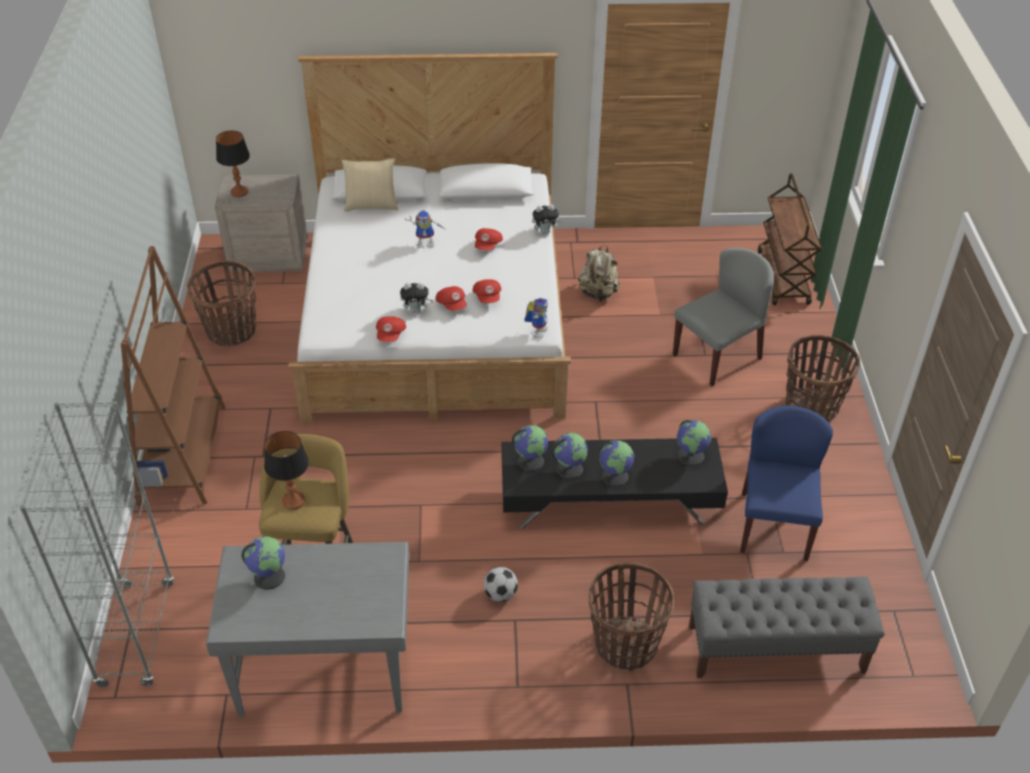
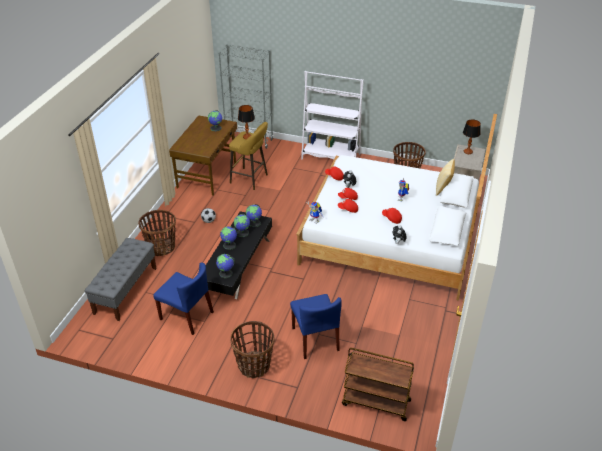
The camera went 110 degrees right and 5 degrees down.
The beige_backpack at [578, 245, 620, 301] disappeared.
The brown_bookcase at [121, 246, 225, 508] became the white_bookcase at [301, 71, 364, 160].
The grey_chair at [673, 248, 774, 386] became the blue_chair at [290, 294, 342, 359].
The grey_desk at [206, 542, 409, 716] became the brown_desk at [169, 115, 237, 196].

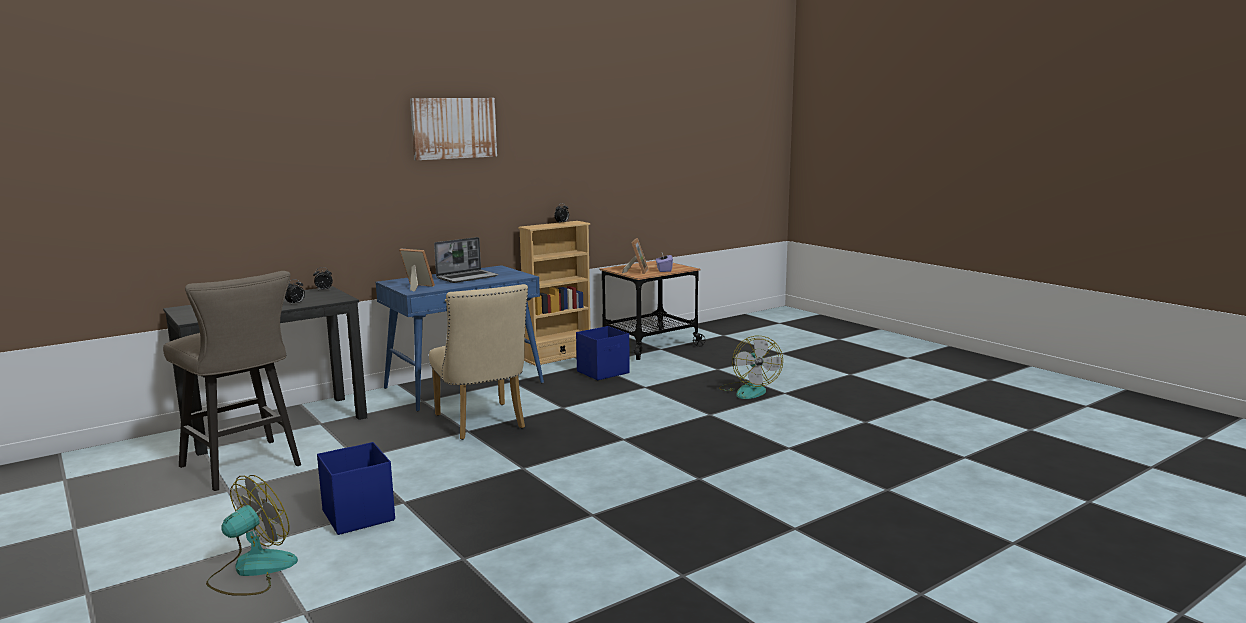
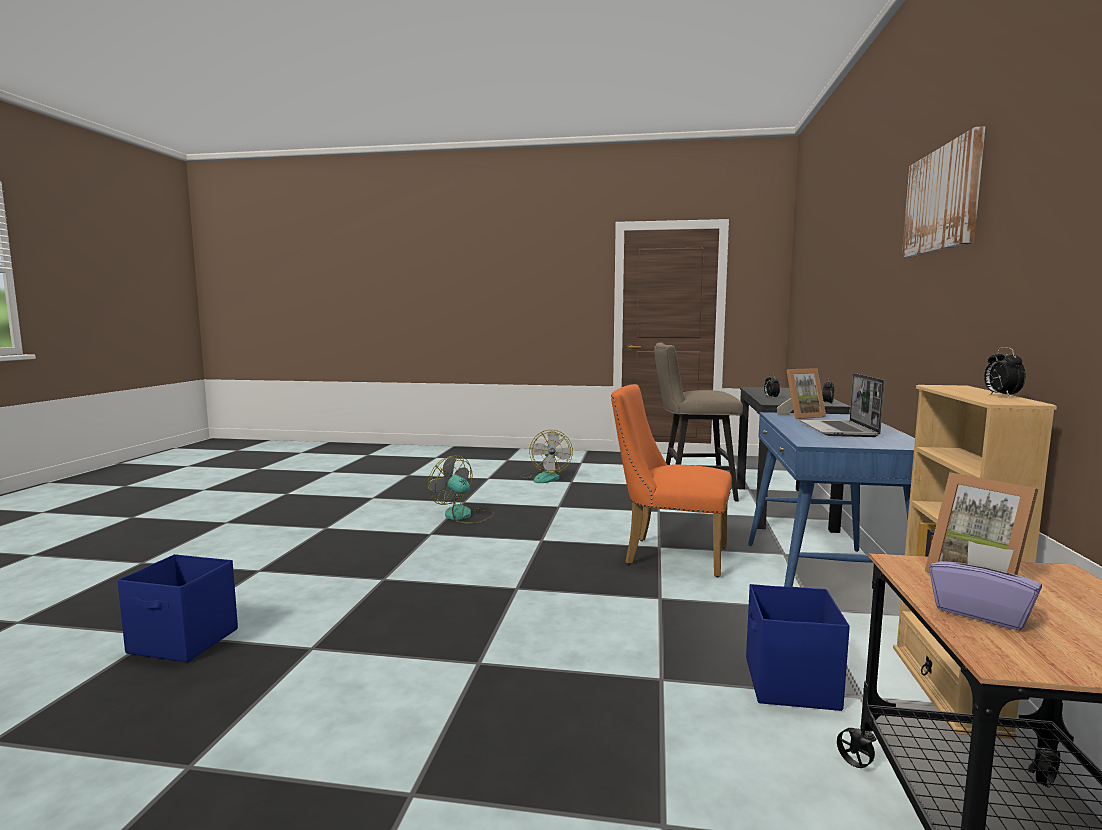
The camera went 135 degrees right and 5 degrees down.
The beige_chair at [429, 284, 528, 440] became the orange_chair at [611, 384, 732, 577].
The fan moved from [719, 336, 783, 399] to [428, 455, 494, 524].
The blue_storage_box moved from [317, 442, 395, 535] to [117, 554, 238, 662].

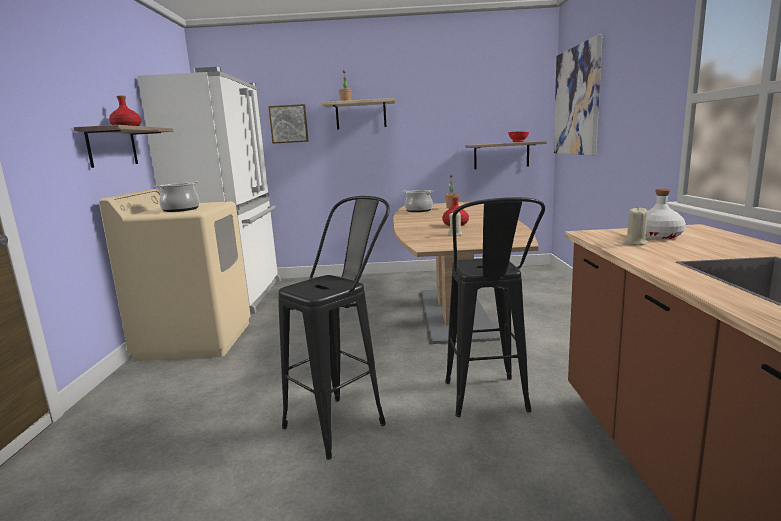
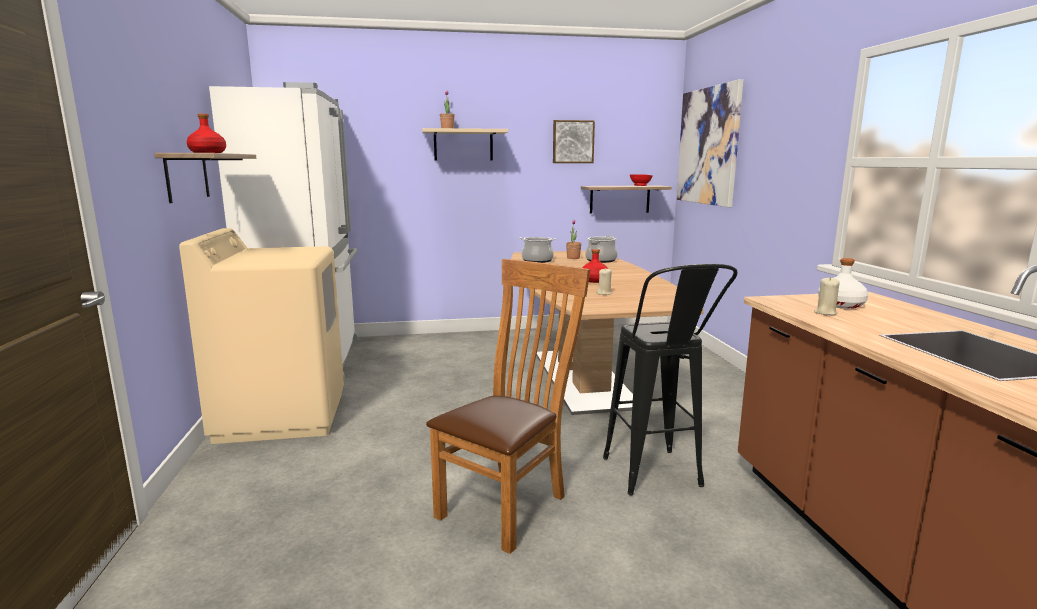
The camera went 10 degrees left and 0 degrees up.
The picture moved from [268, 104, 309, 144] to [553, 120, 595, 163].
The cooking_pot moved from [154, 182, 200, 212] to [585, 236, 618, 263].
The black_stool at [278, 196, 390, 460] was replaced by the brown_chair at [426, 259, 590, 554].

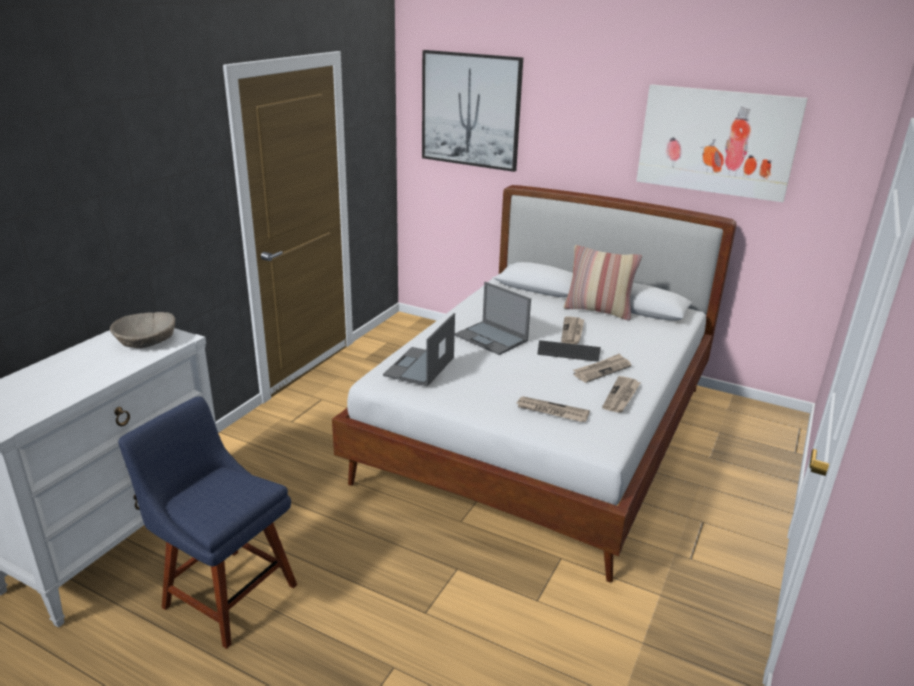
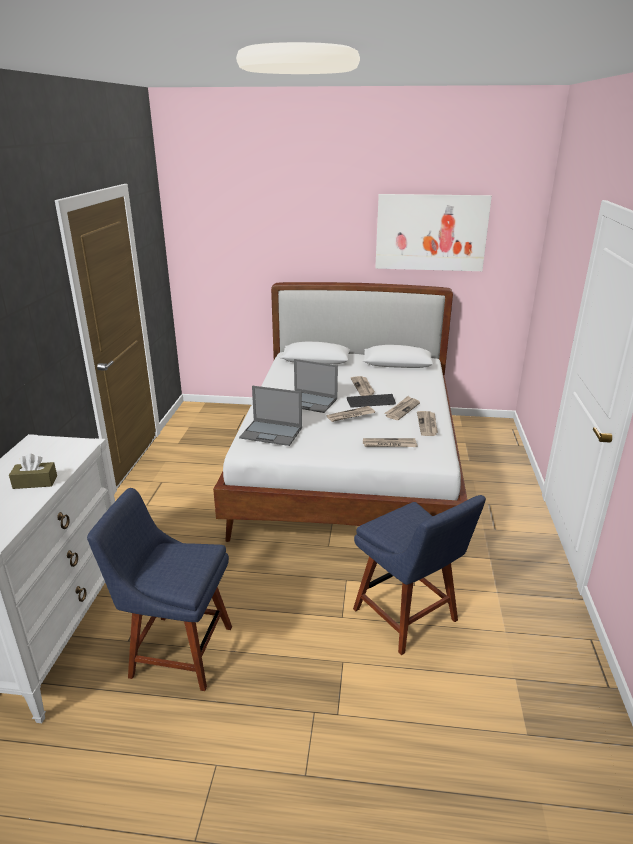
The camera went 20 degrees left and 0 degrees up.
The picture at [422, 50, 523, 172] disappeared.
The pillow at [564, 245, 642, 320] disappeared.
The beige_bowl at [110, 312, 175, 348] disappeared.
The laptop at [383, 313, 455, 386] turned 75 degrees counterclockwise.
The newspaper at [326, 406, 375, 422] appeared.
The brown_tissue_box at [9, 453, 57, 489] appeared.
The blue_chair at [353, 495, 486, 655] appeared.

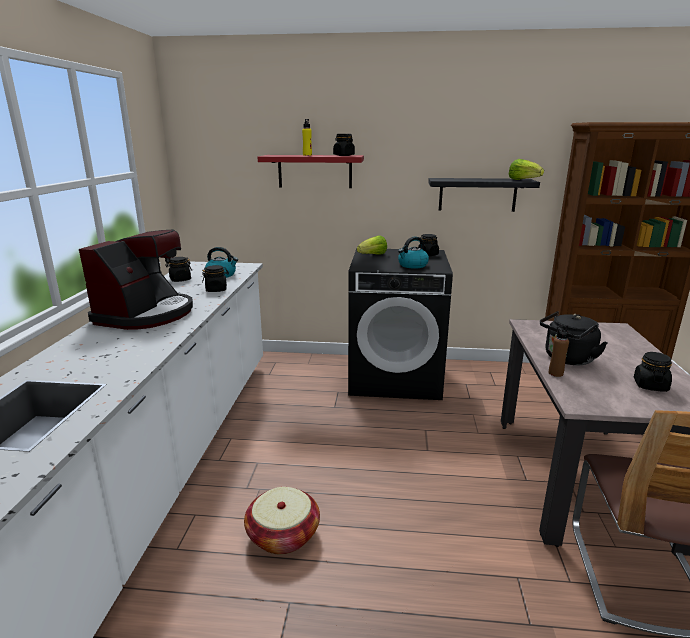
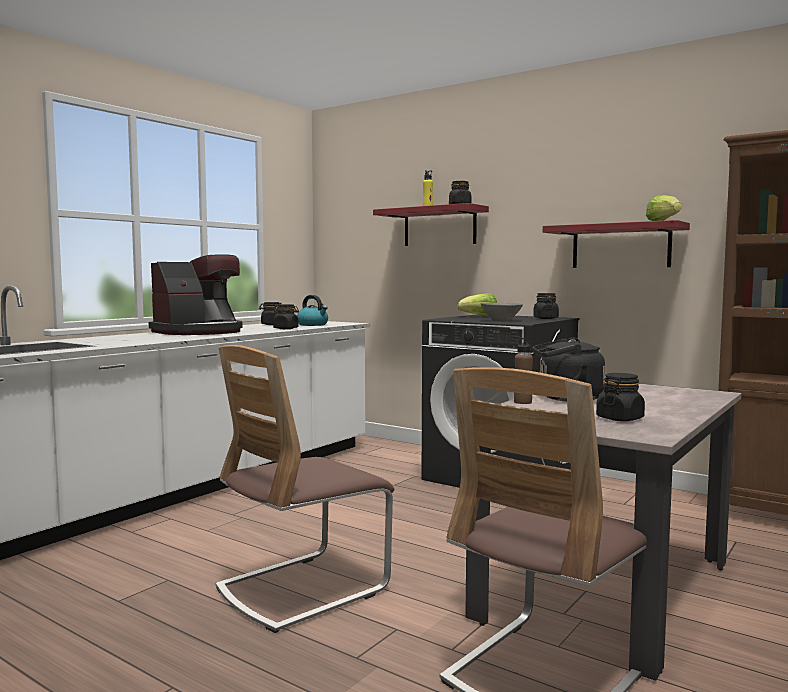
The camera went 30 degrees right and 15 degrees down.
The black_shelf at [428, 178, 540, 212] became the red_shelf at [543, 220, 690, 268].
The kettle at [398, 236, 429, 269] was replaced by the grey_bowl at [481, 303, 523, 321].
The basket at [244, 487, 320, 555] disappeared.
The chair at [215, 345, 394, 633] appeared.

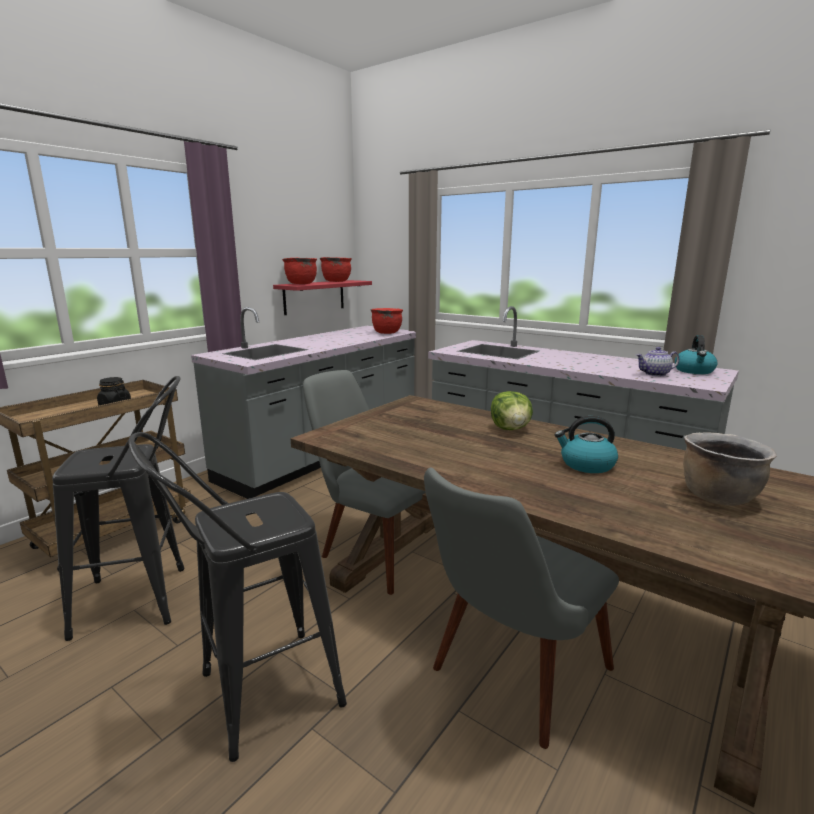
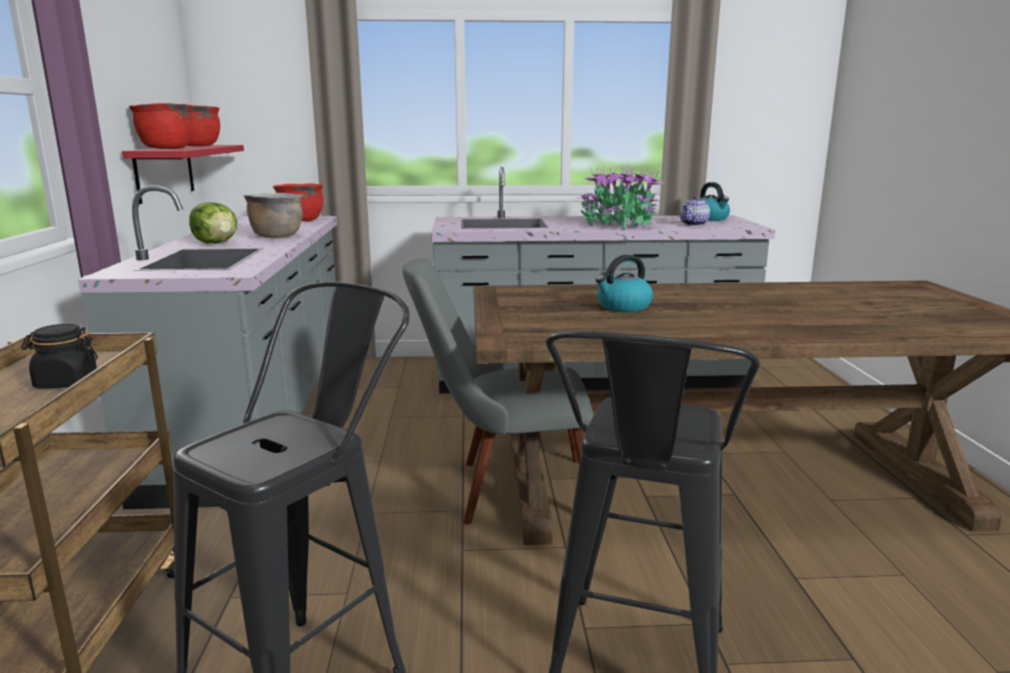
The camera went 40 degrees left and 0 degrees up.
The lettuce moved from [491, 391, 533, 430] to [189, 202, 237, 244].
The kettle moved from [555, 416, 618, 473] to [595, 255, 653, 312].
The brown_cooking_pot moved from [683, 432, 777, 506] to [244, 193, 303, 238].
The grey_chair at [424, 468, 619, 749] disappeared.
The potted_plant at [577, 166, 664, 229] appeared.

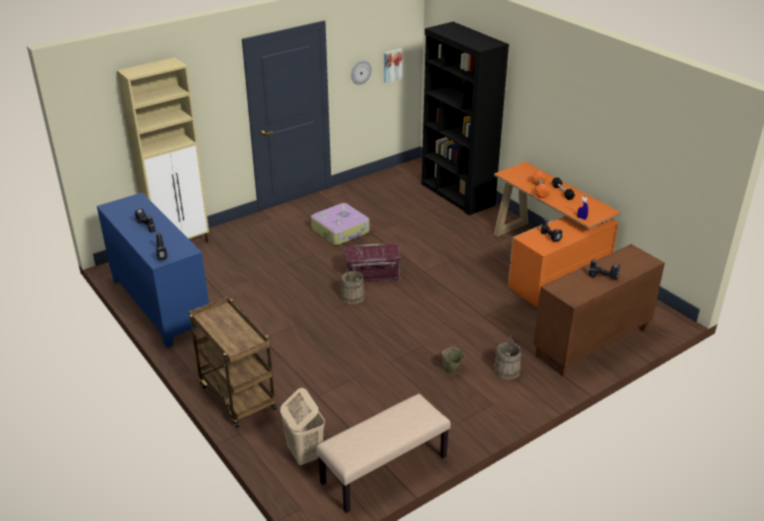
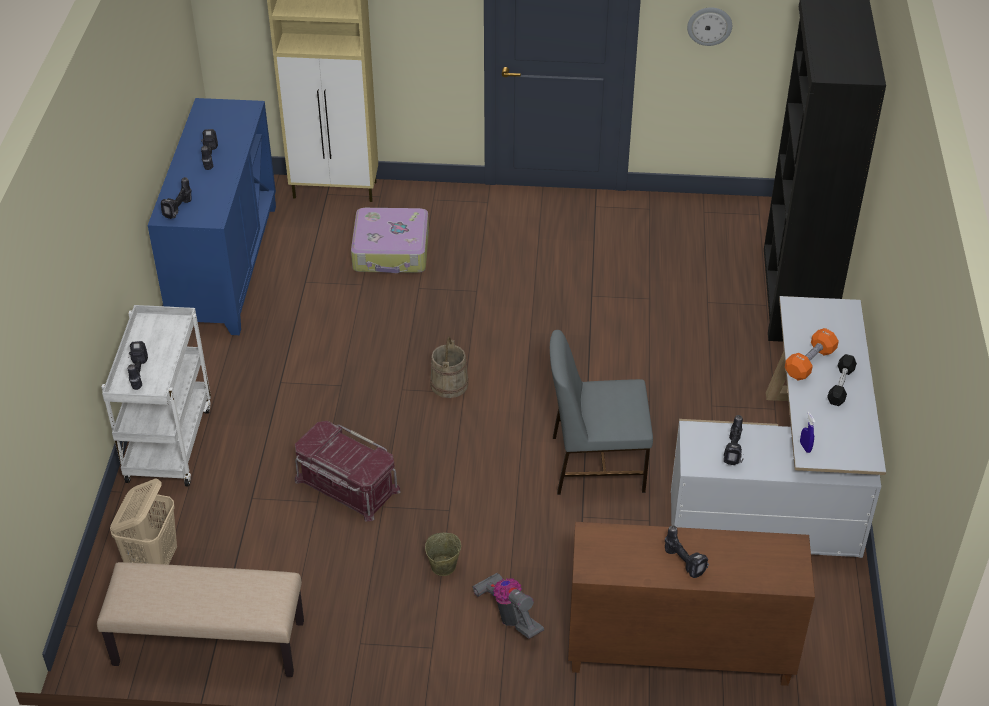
The camera went 40 degrees right and 10 degrees up.
The picture at [384, 48, 402, 83] disappeared.
The orange_desk at [494, 162, 621, 307] became the white_desk at [671, 296, 886, 558].
The suitcase moved from [311, 203, 370, 245] to [351, 208, 429, 273].
The red_storage_box moved from [344, 243, 402, 282] to [295, 421, 401, 522].
The brown_cart at [189, 297, 277, 428] became the white_cart at [101, 305, 211, 486].
The beige_bucket at [494, 336, 521, 380] was replaced by the vacuum_cleaner at [472, 572, 544, 639].
The grey_chair at [550, 330, 653, 495] appeared.
The power_drill at [128, 341, 148, 390] appeared.

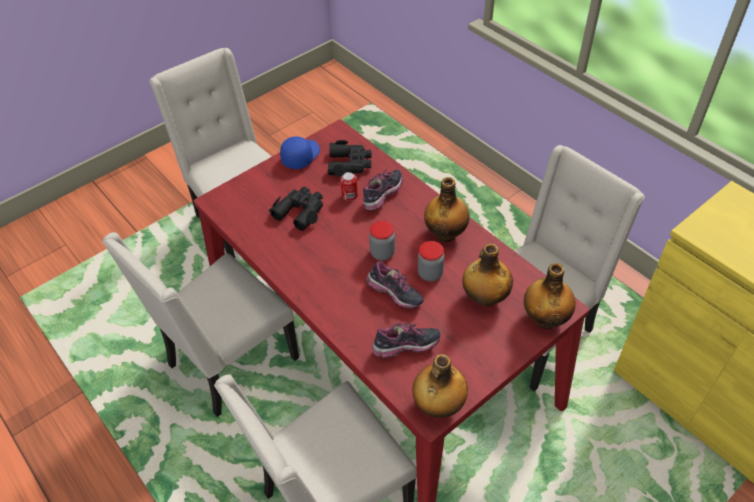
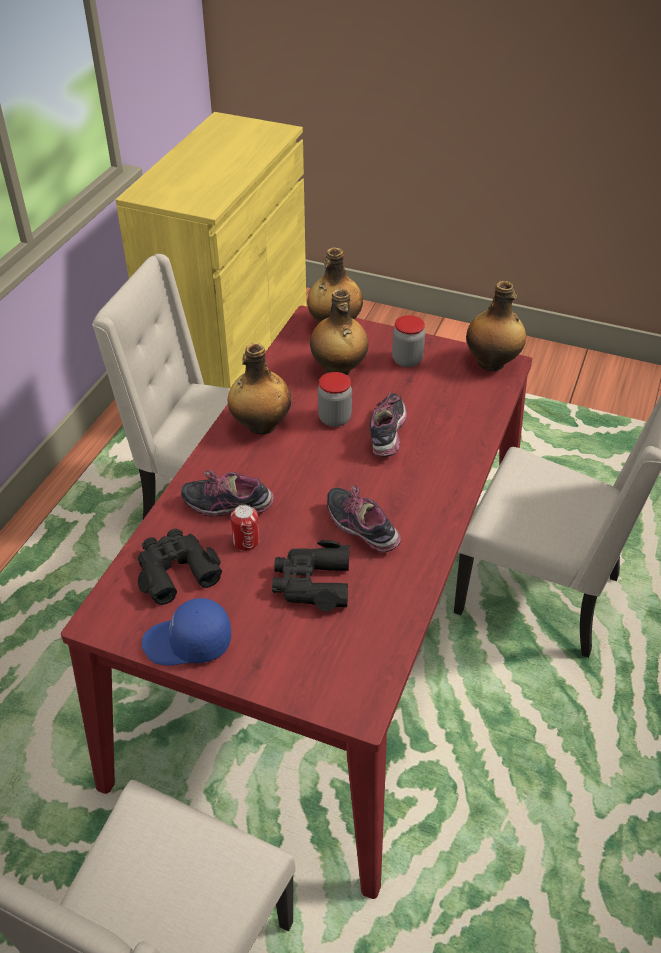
The camera went 120 degrees left and 5 degrees down.
The jar moved from [369, 221, 395, 261] to [392, 315, 425, 367].
The beige_chair at [103, 232, 299, 417] disappeared.
The shoe moved from [372, 323, 440, 358] to [327, 485, 401, 552].

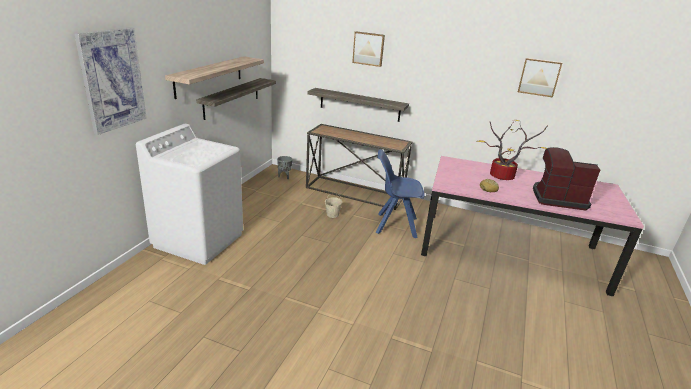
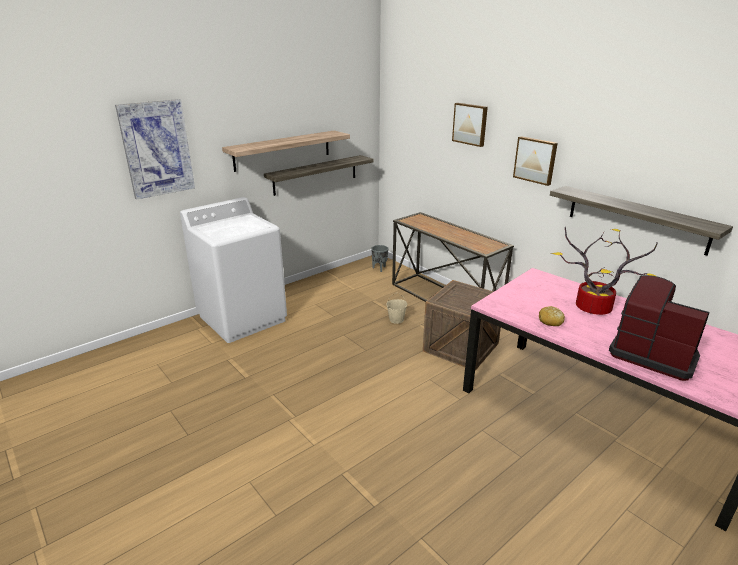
The camera went 30 degrees right and 0 degrees up.
The picture moved from [518, 58, 562, 97] to [513, 136, 558, 186].
The shelf moved from [307, 88, 409, 122] to [550, 186, 733, 256].
The blue_chair at [376, 149, 425, 238] was replaced by the crate at [423, 280, 501, 371].

